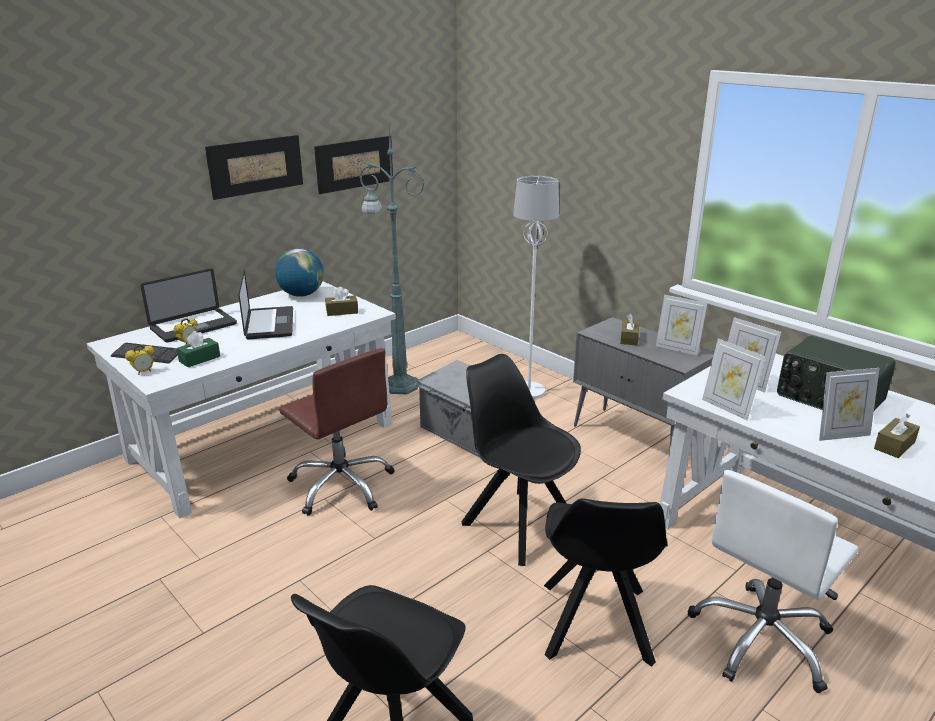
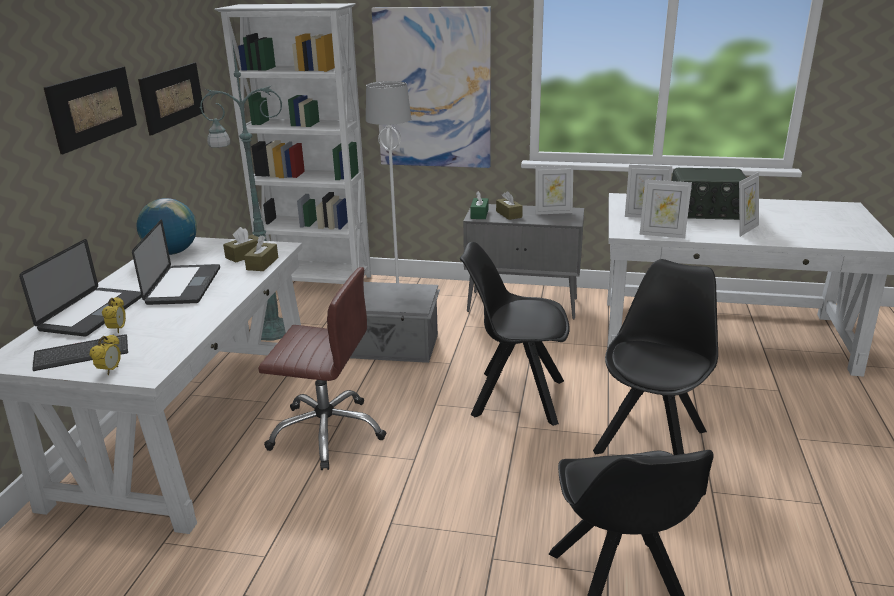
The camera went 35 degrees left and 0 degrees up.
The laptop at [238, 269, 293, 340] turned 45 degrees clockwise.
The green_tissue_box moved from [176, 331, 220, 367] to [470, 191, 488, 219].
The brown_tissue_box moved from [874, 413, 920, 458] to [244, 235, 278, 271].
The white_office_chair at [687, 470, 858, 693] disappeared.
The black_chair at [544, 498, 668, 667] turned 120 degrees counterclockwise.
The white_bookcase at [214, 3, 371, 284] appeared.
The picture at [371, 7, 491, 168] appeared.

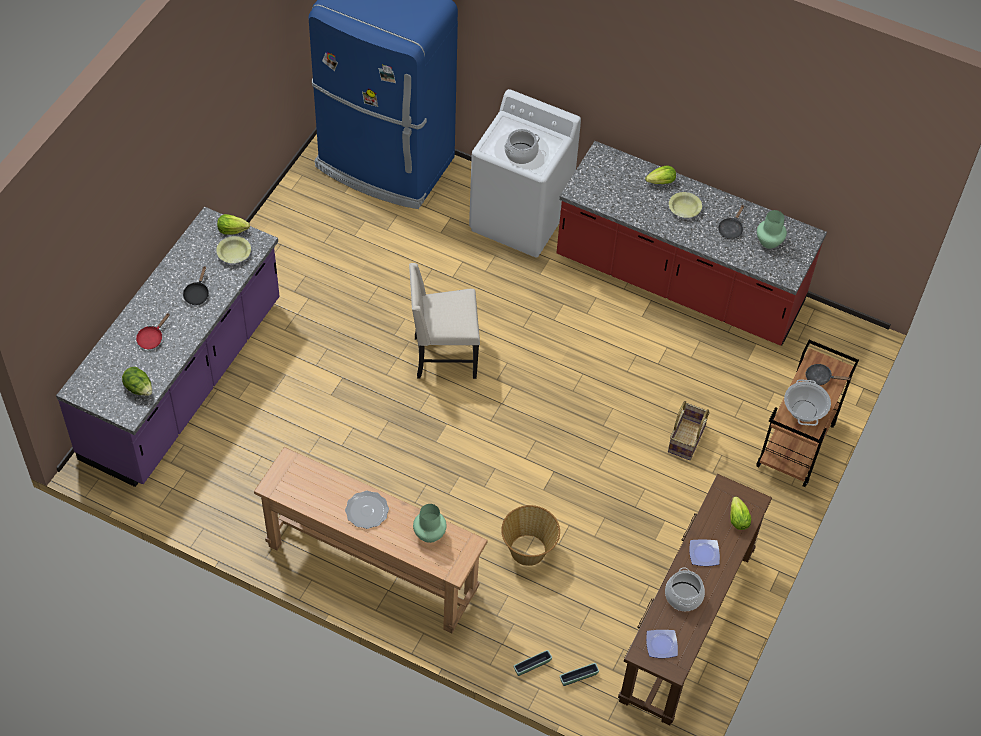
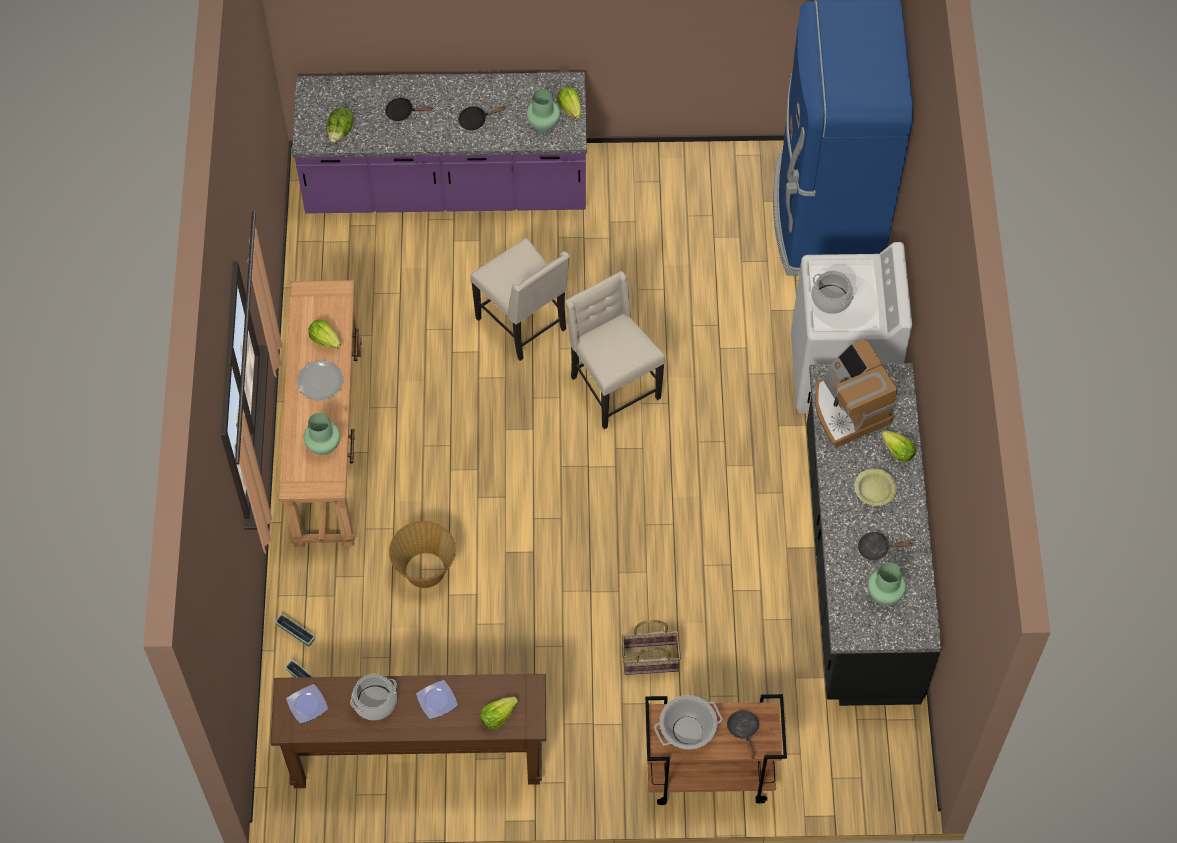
The camera went 65 degrees right and 5 degrees up.
The red_counter at [556, 141, 827, 346] became the black_counter at [806, 363, 942, 706].
The yellow_bowl at [216, 236, 251, 263] was replaced by the green_vase at [526, 89, 560, 132].
The red_frying_pan at [136, 313, 170, 349] became the black_frying_pan at [385, 97, 433, 121].
The beige_chair at [470, 238, 570, 361] appeared.
The lettuce at [308, 319, 341, 349] appeared.
The coffee_machine at [815, 339, 898, 448] appeared.

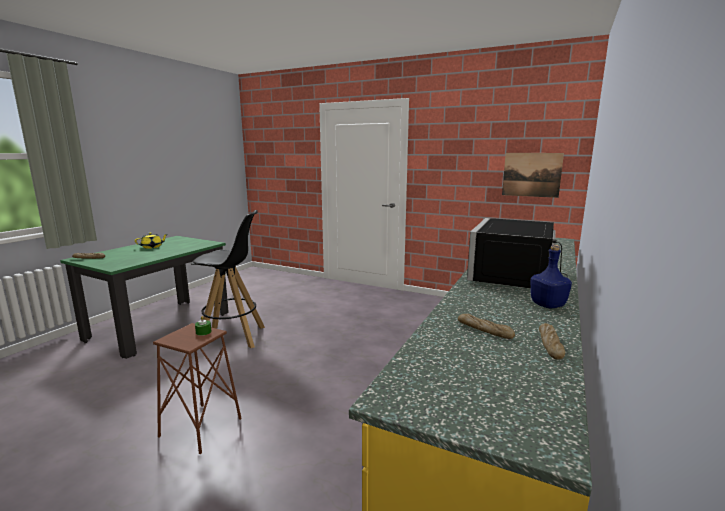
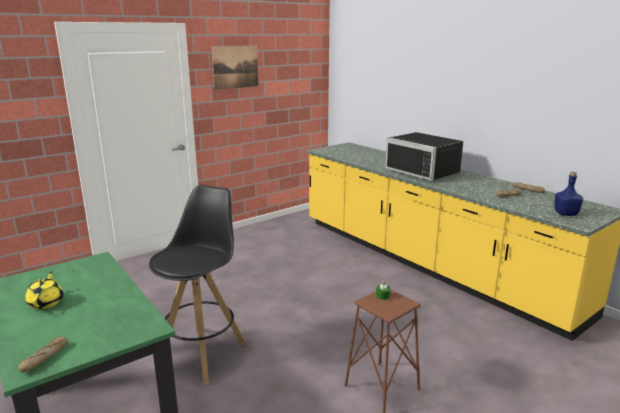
The camera went 65 degrees left and 5 degrees up.
The picture moved from [502, 153, 564, 198] to [212, 45, 258, 90].
The blue_bottle moved from [530, 244, 572, 308] to [554, 172, 583, 216].

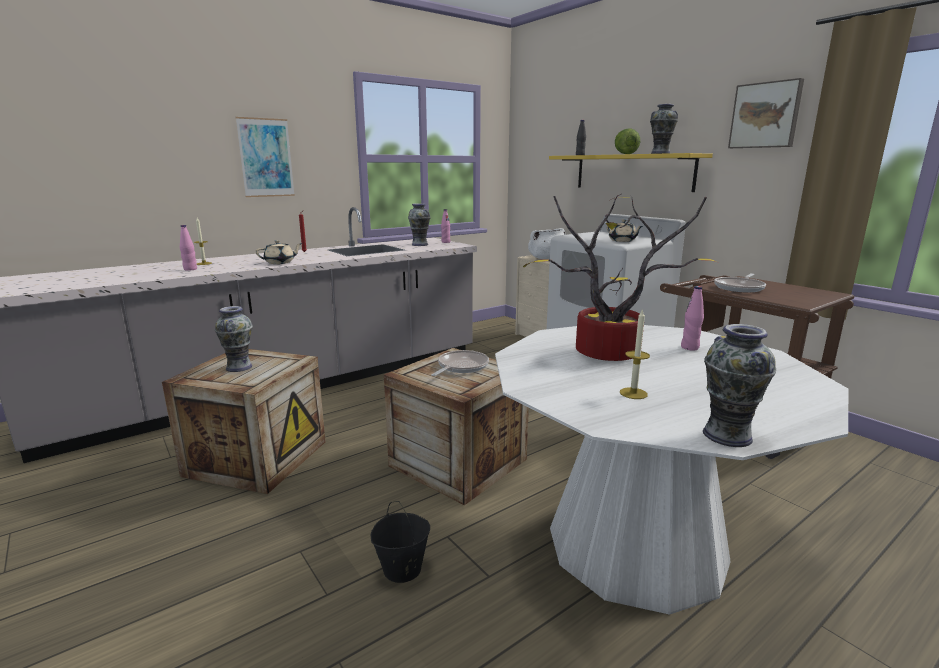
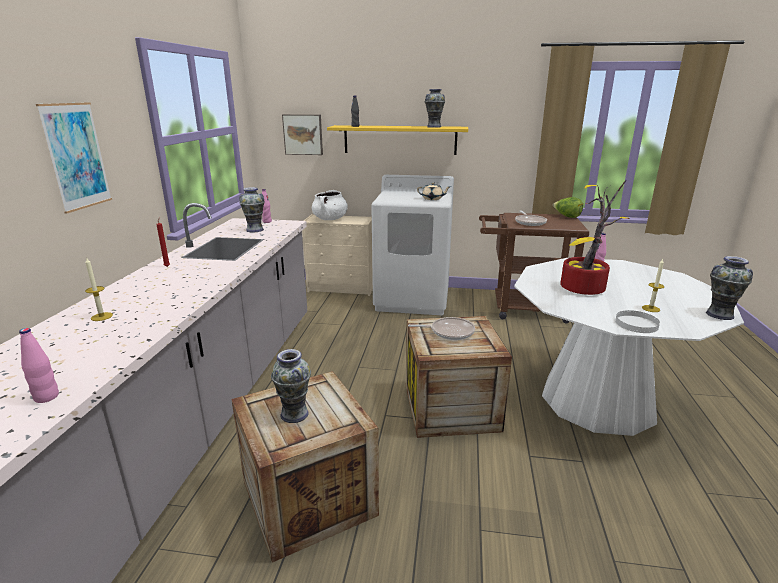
The camera went 45 degrees left and 5 degrees up.
The picture moved from [728, 78, 804, 148] to [282, 114, 323, 155].
The lettuce moved from [615, 128, 640, 154] to [553, 197, 583, 218].
The pink_bottle moved from [180, 225, 197, 271] to [19, 328, 59, 403].
The beige_teapot at [256, 240, 302, 264] disappeared.
The frying_pan at [431, 350, 489, 376] turned 105 degrees clockwise.
The black_bucket at [371, 501, 430, 583] disappeared.
The white_plate at [615, 310, 660, 333] appeared.

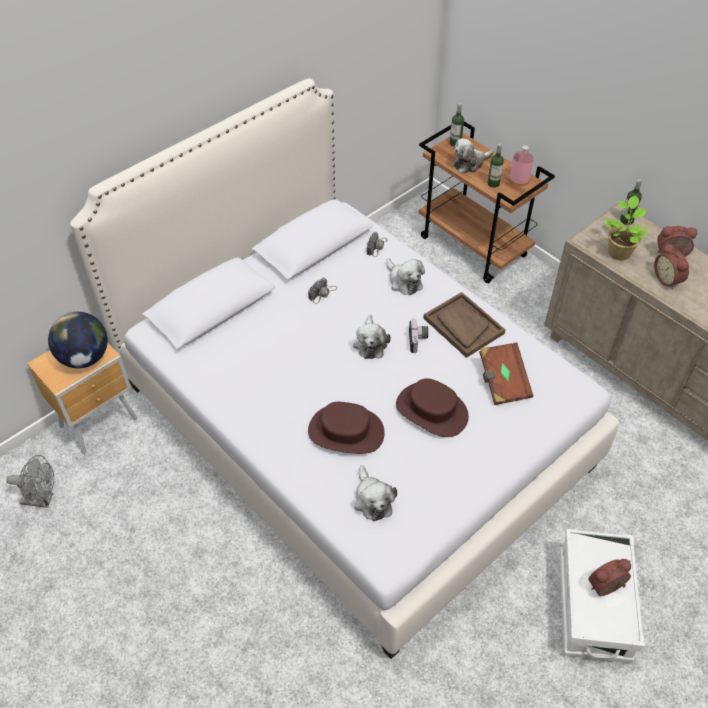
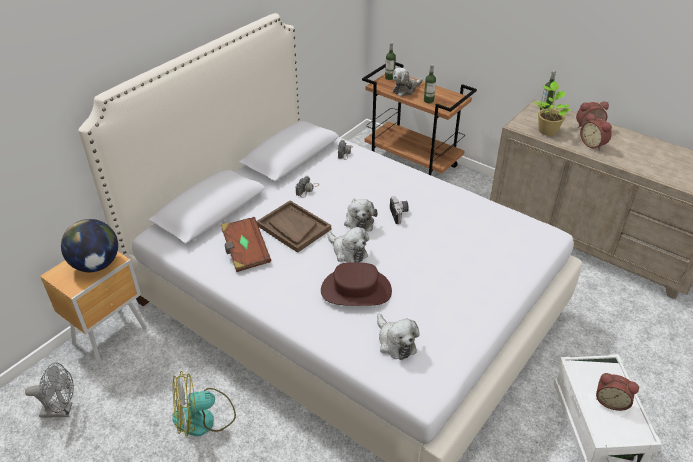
The camera went 10 degrees left and 10 degrees down.
The pink_bottle at [509, 146, 534, 186] disappeared.
The plush_toy moved from [386, 258, 425, 295] to [327, 227, 369, 263].
The brown_tray moved from [423, 292, 505, 358] to [257, 201, 331, 253].
The brown_book moved from [479, 342, 533, 405] to [221, 217, 271, 272].
The brown_hat at [396, 379, 469, 437] disappeared.
The alarm_clock at [588, 559, 631, 596] turned 120 degrees counterclockwise.
The fan at [172, 371, 236, 436] appeared.

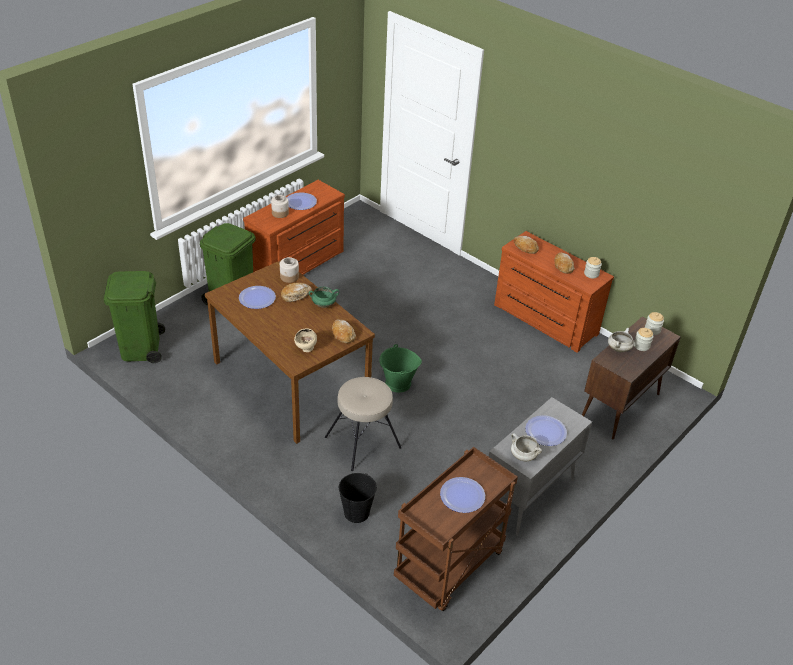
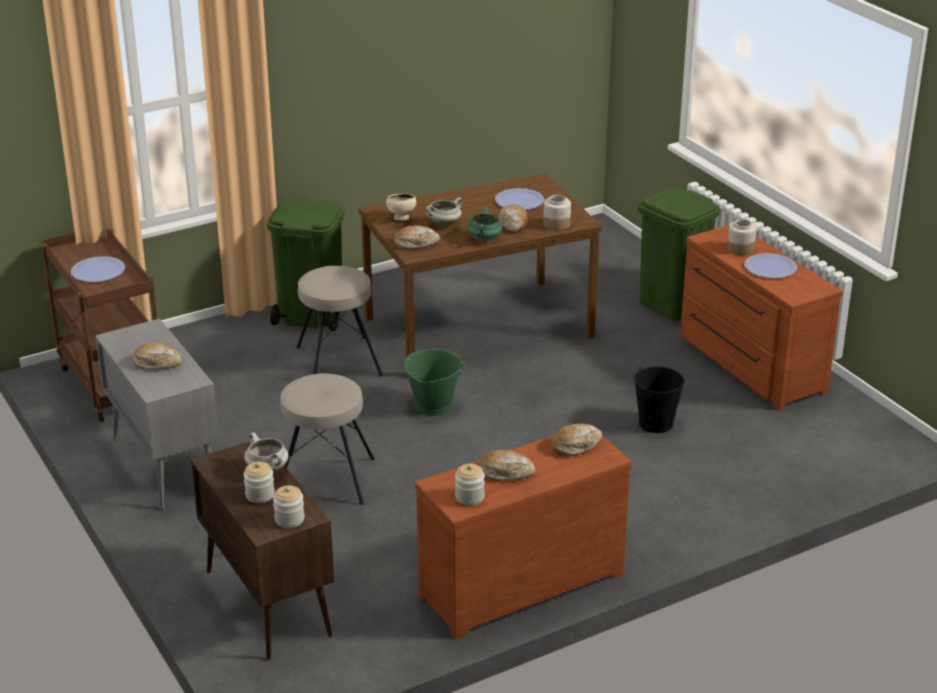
The camera went 110 degrees right and 10 degrees down.
The green_trash_can moved from [103, 271, 165, 363] to [267, 199, 345, 331].
The plate at [525, 415, 567, 446] was replaced by the bread at [133, 343, 182, 369].
The white_cooking_pot moved from [511, 433, 542, 461] to [426, 197, 463, 228].
The black_bucket moved from [339, 473, 377, 523] to [634, 366, 684, 433].
The beige_stool at [280, 373, 375, 505] appeared.

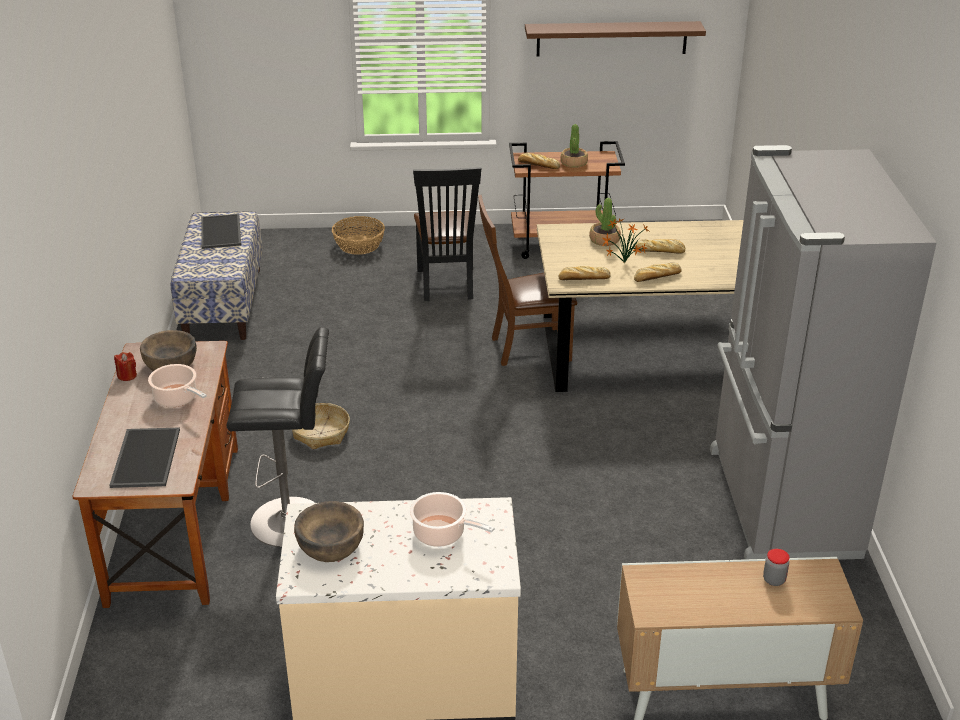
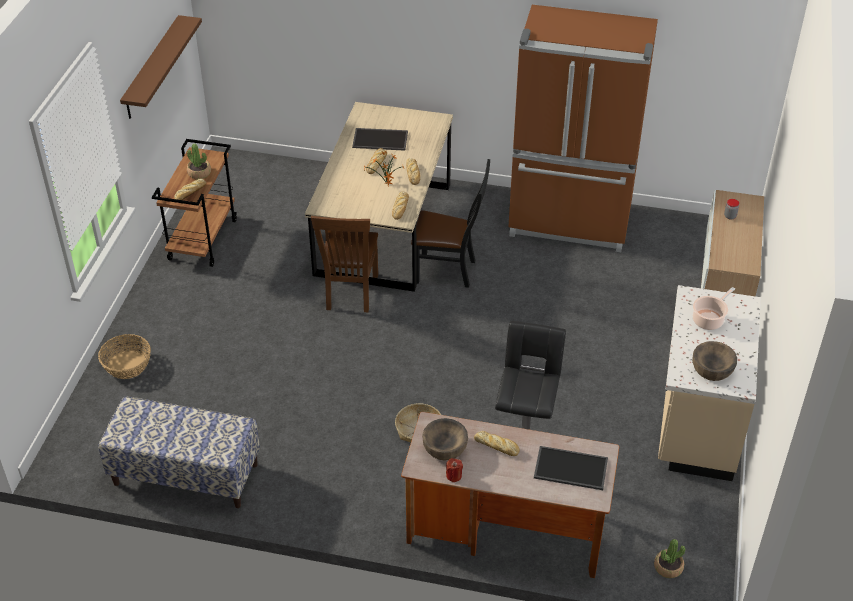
The camera went 75 degrees left and 10 degrees up.
The grey_fridge at [710, 145, 937, 560] became the brown_fridge at [509, 5, 658, 252].
The black_chair moved from [413, 167, 481, 301] to [411, 159, 490, 288].
The potted_plant moved from [589, 198, 621, 246] to [654, 539, 685, 578].
The tray moved from [201, 214, 241, 249] to [352, 128, 408, 151].
The cooking_pot at [148, 364, 207, 407] was replaced by the bread at [474, 431, 520, 456].

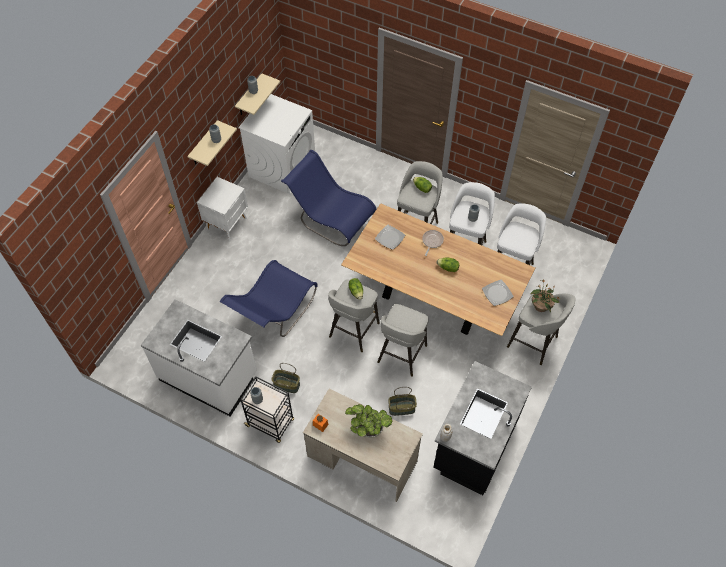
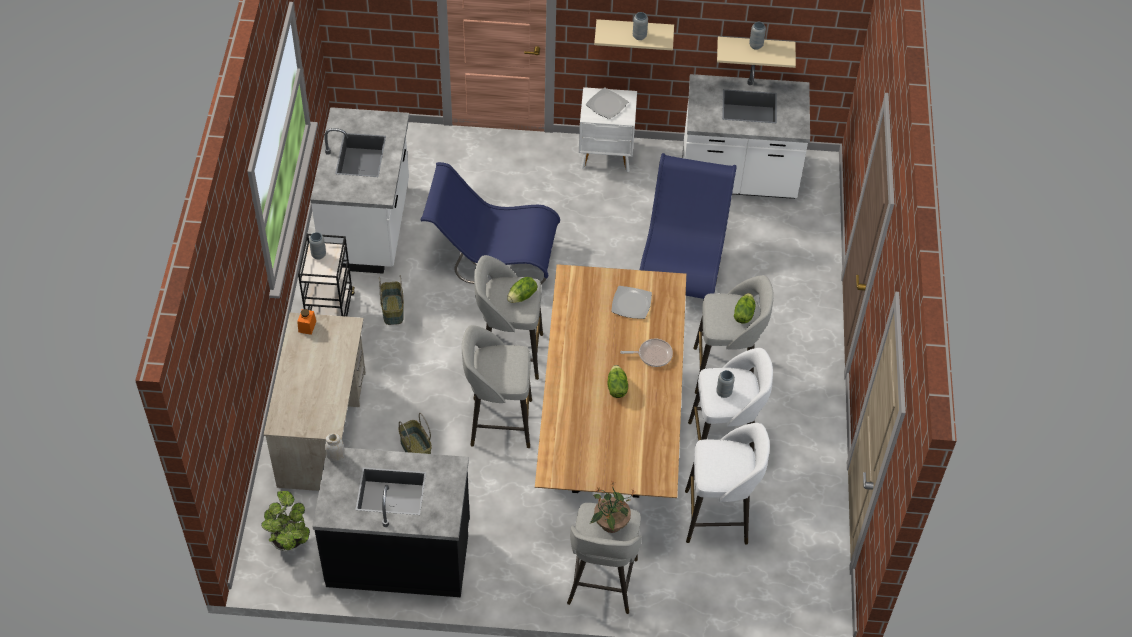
The camera went 65 degrees right and 5 degrees down.
The white_washing_machine at [238, 94, 315, 194] was replaced by the white_counter at [683, 65, 810, 199].
The plate moved from [482, 280, 514, 306] to [586, 88, 628, 119].
The potted_plant moved from [345, 404, 392, 438] to [261, 491, 310, 551].

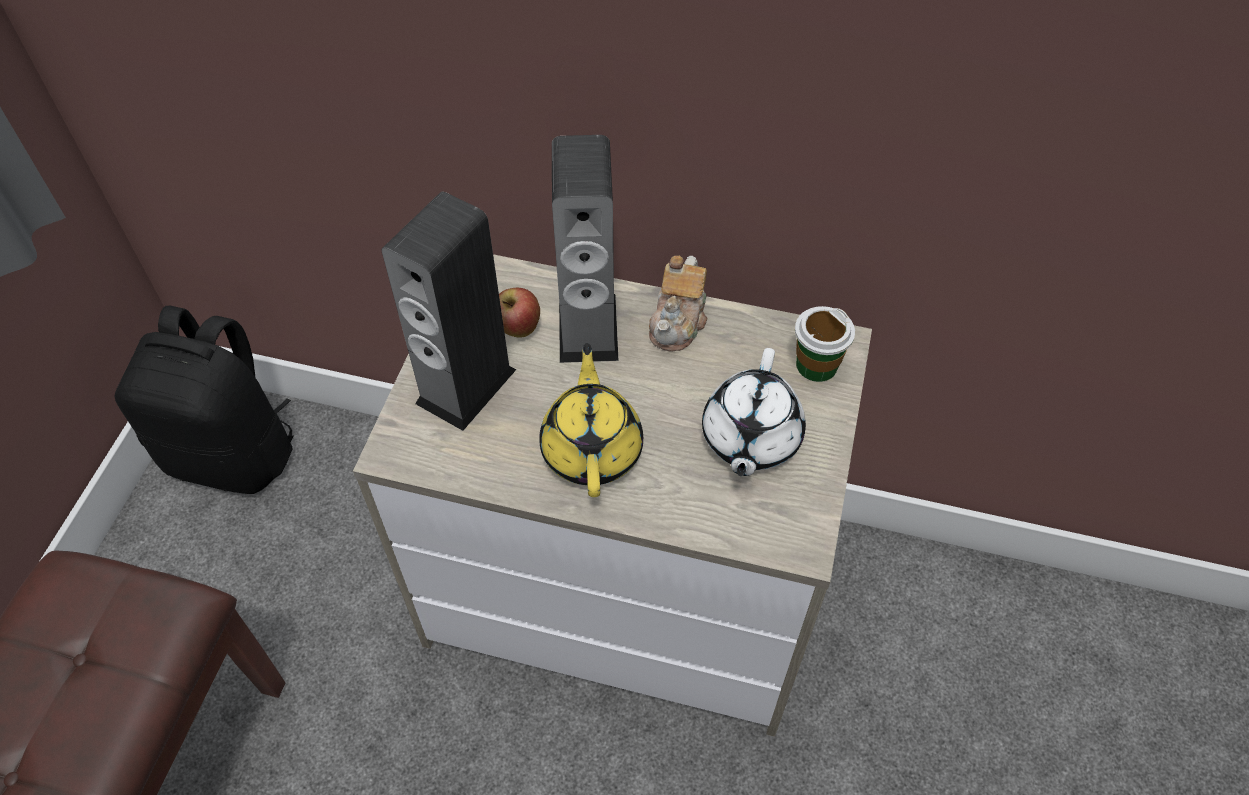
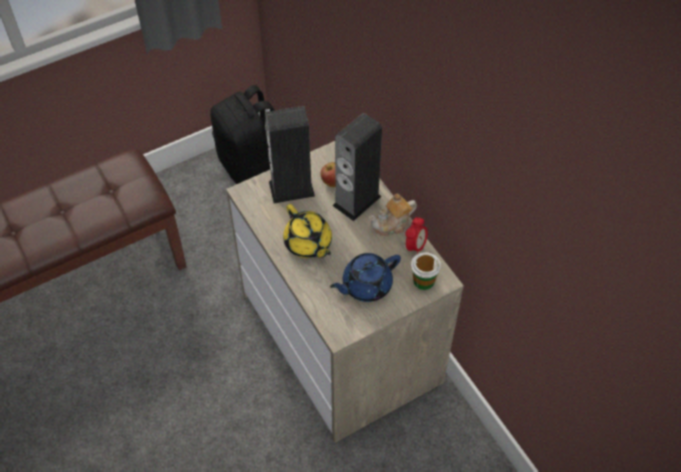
The camera went 45 degrees right and 0 degrees up.
The yellow_teapot at [539, 343, 643, 497] turned 105 degrees clockwise.
The white_teapot at [702, 348, 806, 476] became the blue_teapot at [330, 253, 401, 302].
The alarm_clock at [405, 217, 428, 254] appeared.

